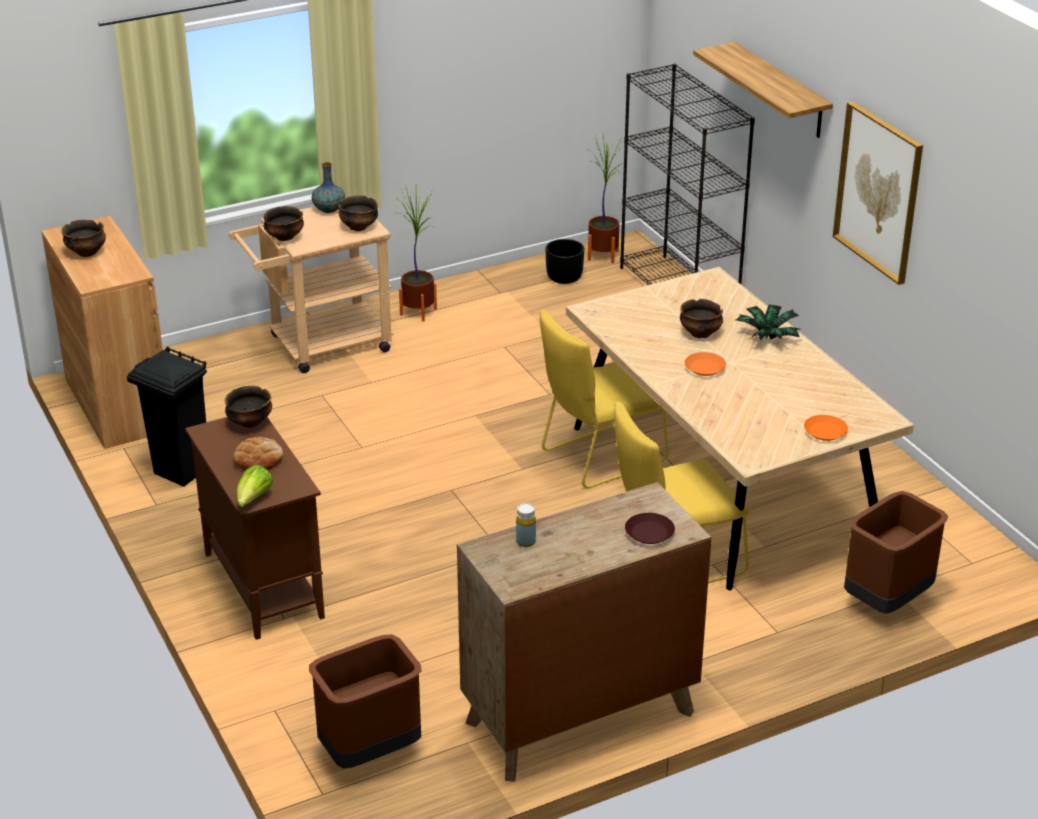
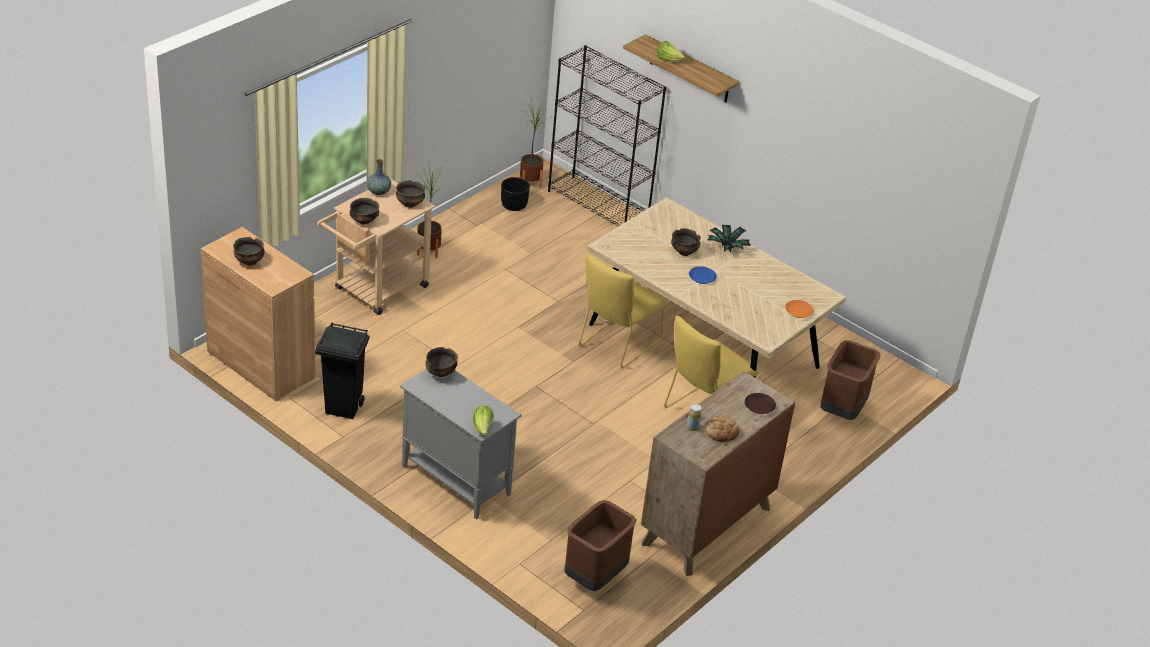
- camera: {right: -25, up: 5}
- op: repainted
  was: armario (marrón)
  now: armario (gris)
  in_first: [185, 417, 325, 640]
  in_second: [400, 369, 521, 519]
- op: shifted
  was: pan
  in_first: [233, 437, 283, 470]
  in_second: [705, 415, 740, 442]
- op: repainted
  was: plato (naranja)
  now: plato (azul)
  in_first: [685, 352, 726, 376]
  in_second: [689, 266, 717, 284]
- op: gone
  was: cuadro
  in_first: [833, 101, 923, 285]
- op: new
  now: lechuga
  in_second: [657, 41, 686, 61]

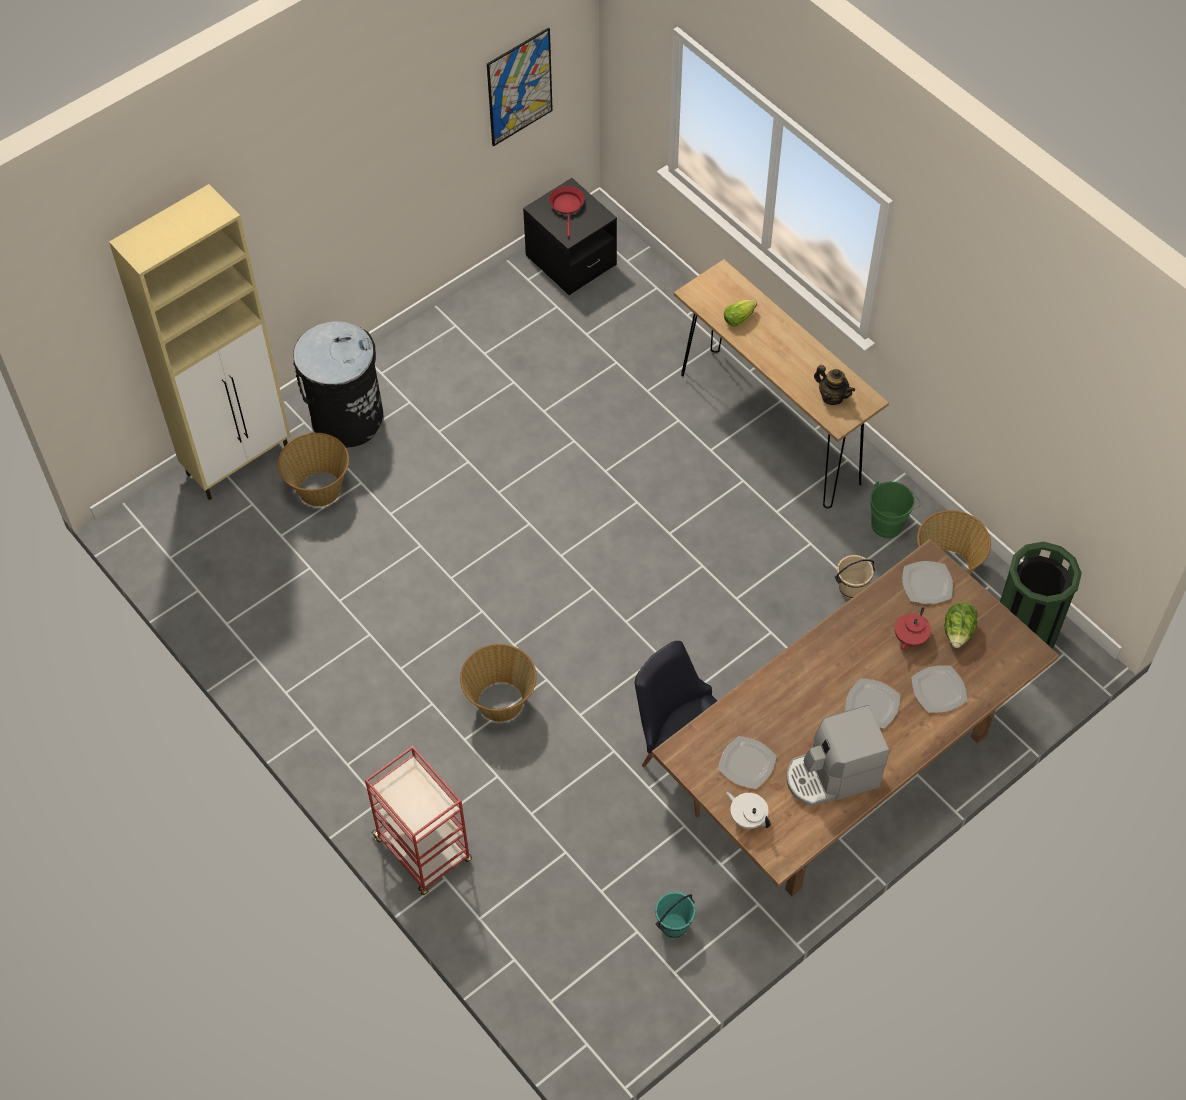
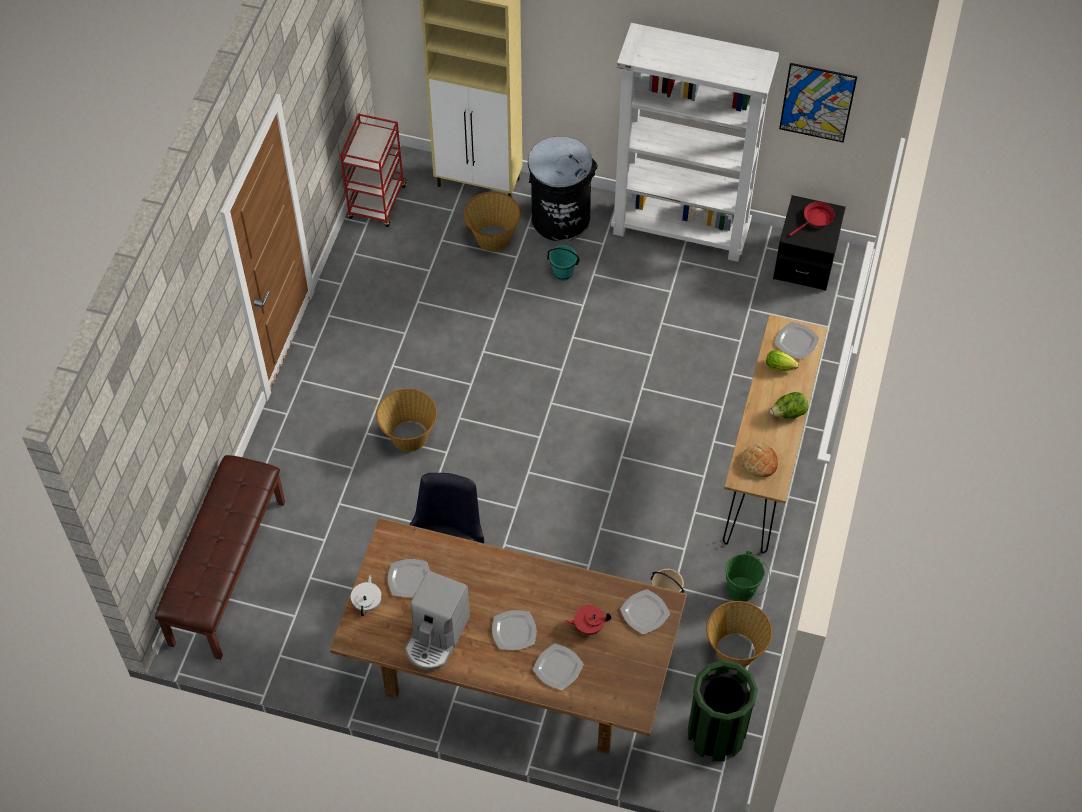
- camera: {right: 55, up: 0}
- op: shifted
  was: carrito (rojo)
  in_first: [365, 746, 472, 895]
  in_second: [340, 113, 407, 227]
- op: shifted
  was: cubo (turquesa)
  in_first: [655, 892, 696, 938]
  in_second: [547, 245, 579, 281]
- op: rotated
  was: cafetera
  in_first: [786, 705, 889, 806]
  in_second: [405, 570, 470, 670]
  clockwise: -105
- op: swapped
  was: tetera
  now: pan
  in_first: [814, 365, 855, 405]
  in_second: [742, 444, 778, 477]
- op: shifted
  was: lechuga
  in_first: [944, 602, 978, 648]
  in_second: [770, 392, 808, 418]
- op: new
  now: banco (marrón)
  in_second: [155, 455, 285, 660]
- op: new
  now: estantería (blanco)
  in_second: [611, 23, 779, 262]
- op: new
  now: plato
  in_second: [775, 322, 820, 359]

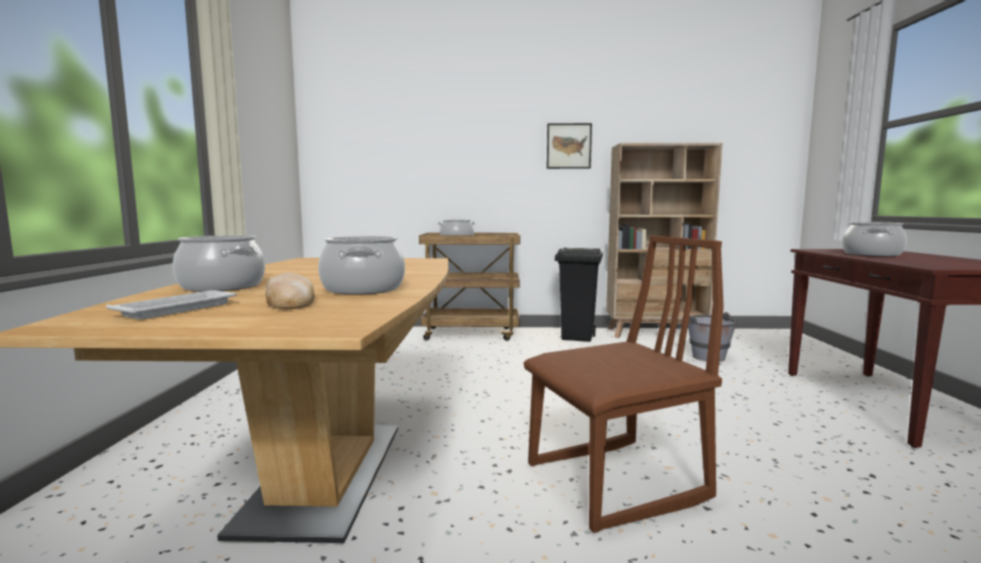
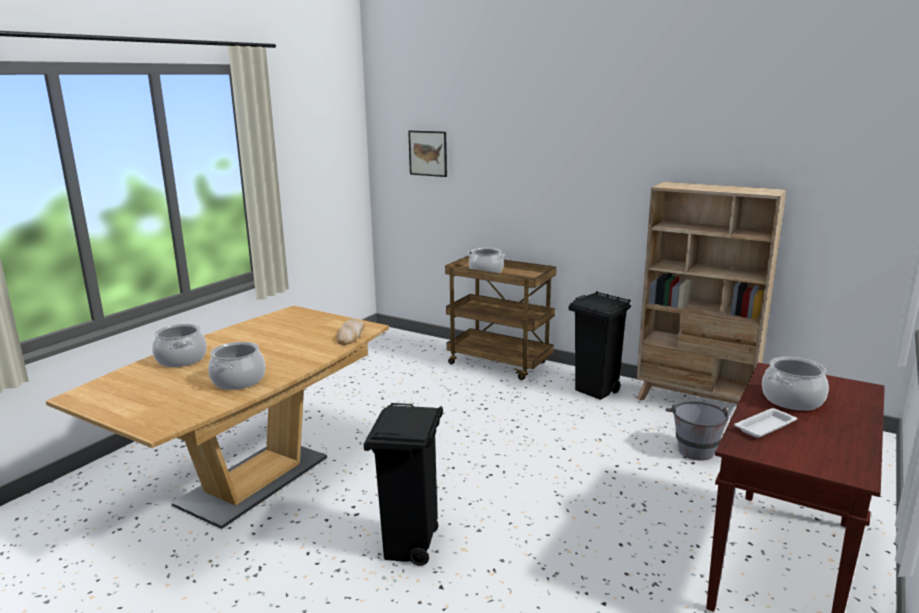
- camera: {right: 30, up: 10}
- op: shifted
  was: bandeja (blanco)
  in_first: [106, 290, 237, 319]
  in_second: [734, 408, 797, 438]
- op: shifted
  was: pan
  in_first: [265, 272, 315, 309]
  in_second: [337, 318, 365, 345]
- op: swapped
  was: silla (marrón)
  now: papelera (negro)
  in_first: [524, 235, 724, 533]
  in_second: [364, 403, 443, 566]
- op: shifted
  was: cuadro
  in_first: [547, 123, 592, 169]
  in_second: [408, 131, 447, 177]

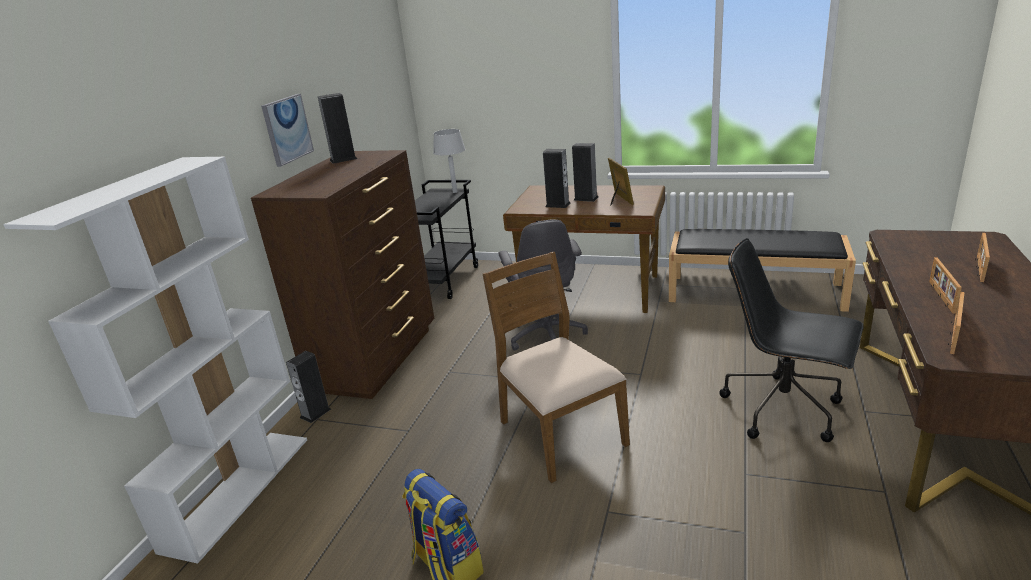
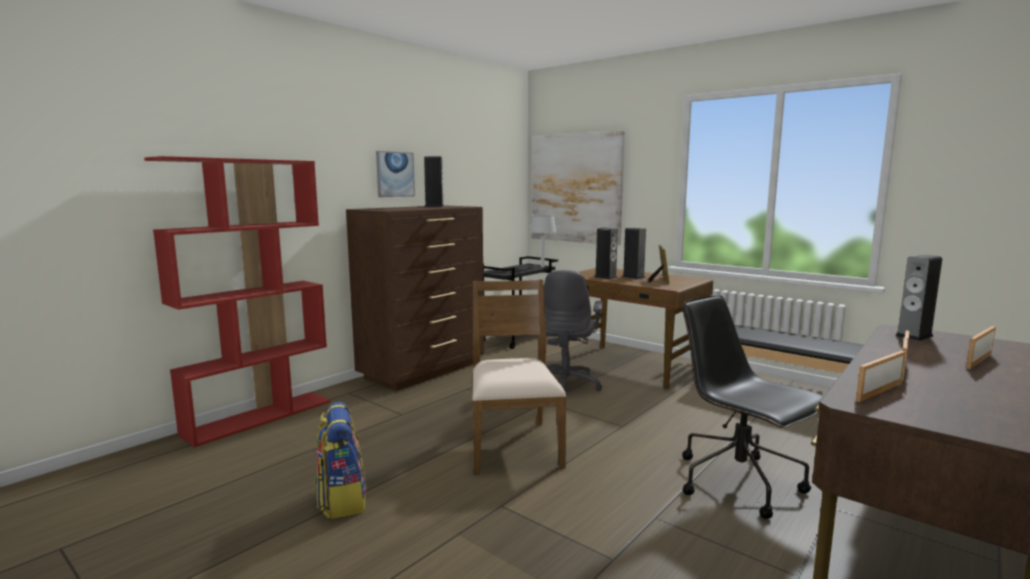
- camera: {right: 20, up: -15}
- op: repainted
  was: estantería (blanco)
  now: estantería (rojo)
  in_first: [3, 157, 307, 564]
  in_second: [144, 156, 330, 447]
- op: shifted
  was: altavoz
  in_first: [286, 351, 331, 423]
  in_second: [895, 255, 942, 341]
- op: new
  now: cuadro
  in_second: [532, 131, 625, 245]

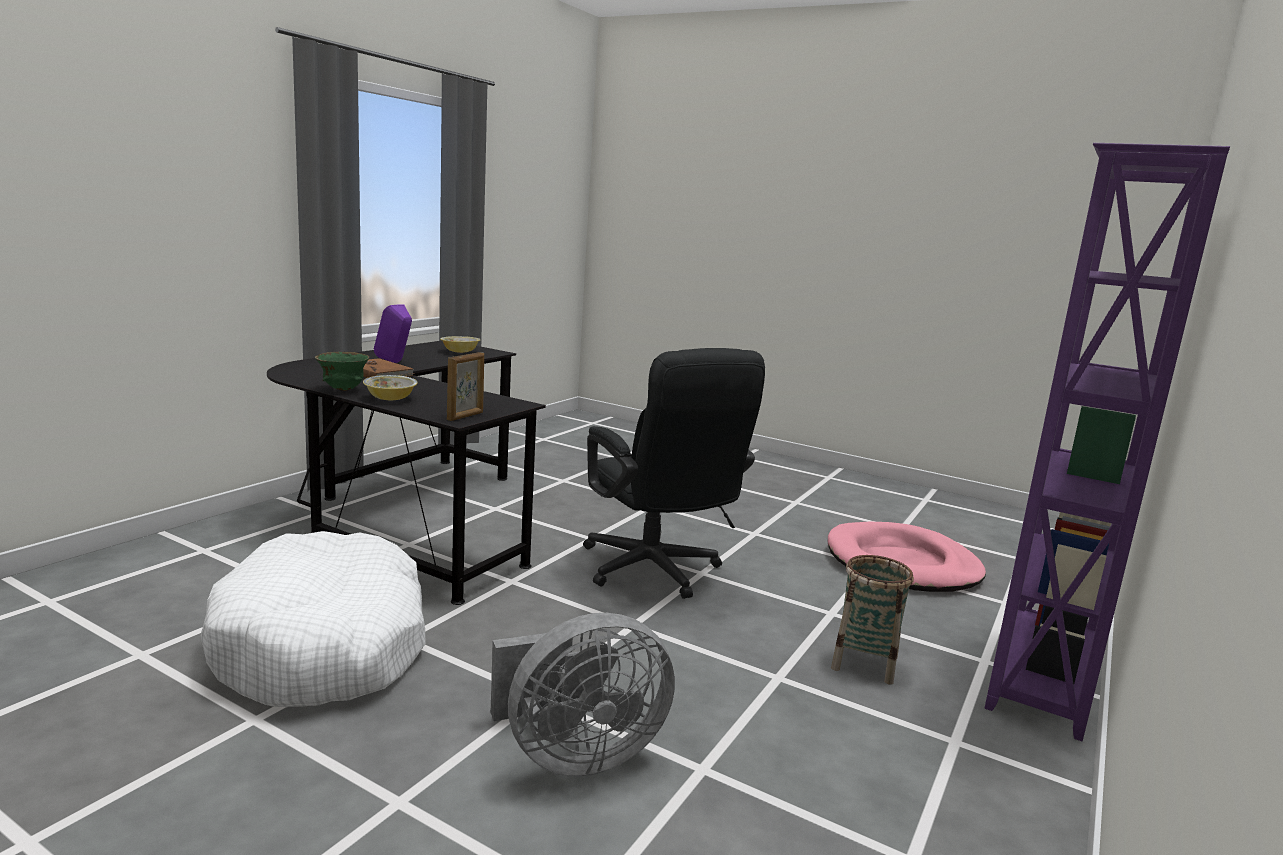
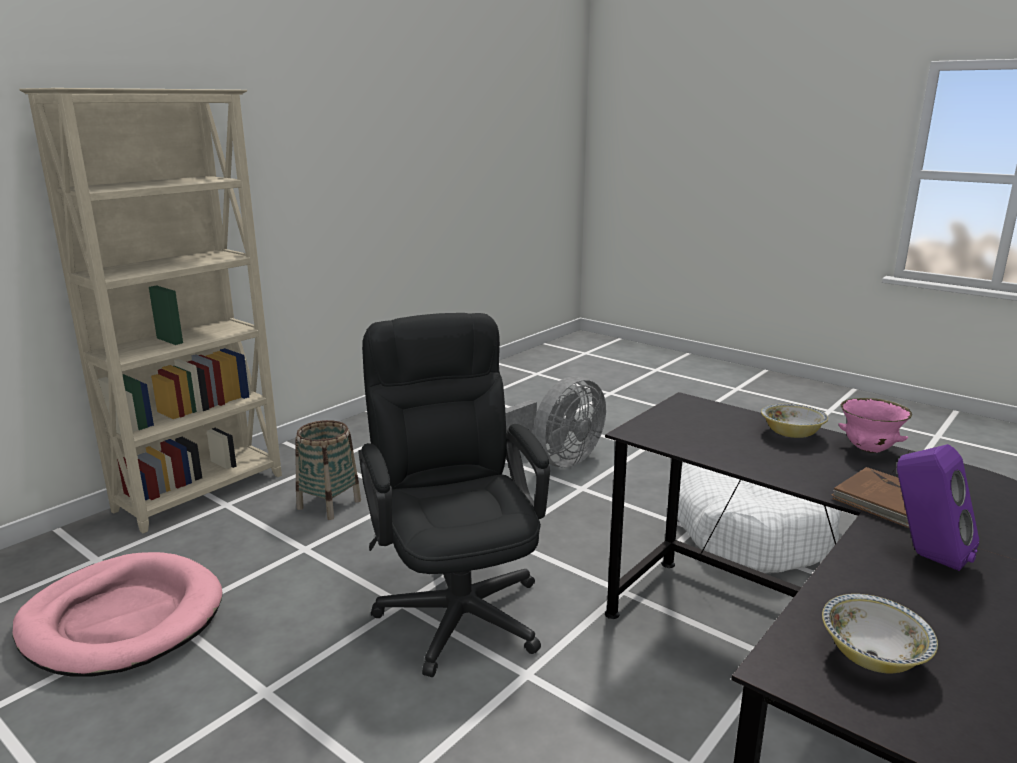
- camera: {right: -170, up: 5}
- op: repainted
  was: cuenco (verde)
  now: cuenco (rosa)
  in_first: [315, 352, 369, 391]
  in_second: [839, 398, 912, 453]
- op: gone
  was: portarretratos
  in_first: [447, 352, 484, 421]
- op: rotated
  was: ventilador (gris)
  in_first: [490, 613, 675, 777]
  in_second: [505, 376, 606, 468]
  clockwise: 150
- op: repainted
  was: estantería (morado)
  now: estantería (beis)
  in_first: [985, 143, 1230, 741]
  in_second: [19, 88, 282, 533]

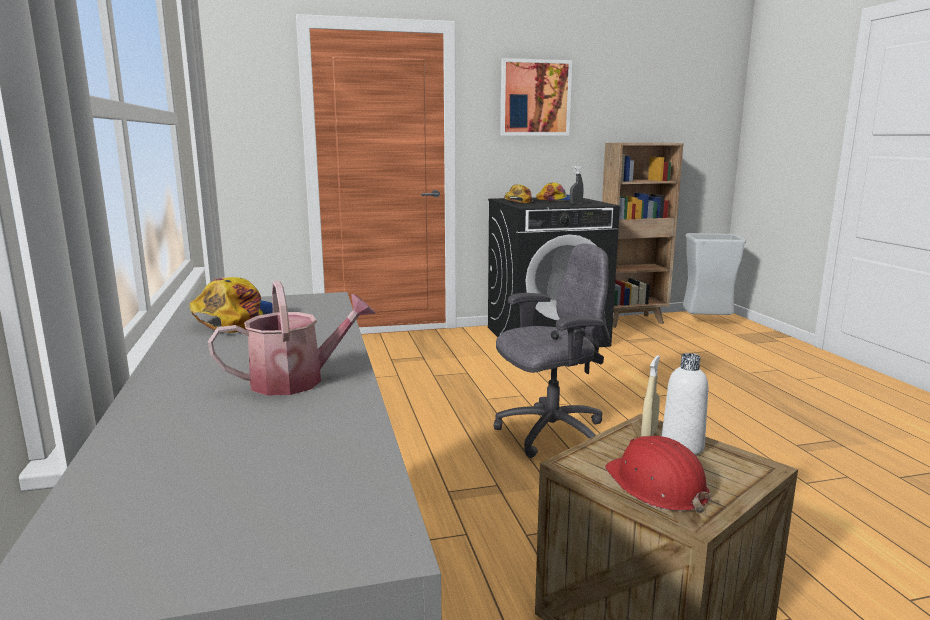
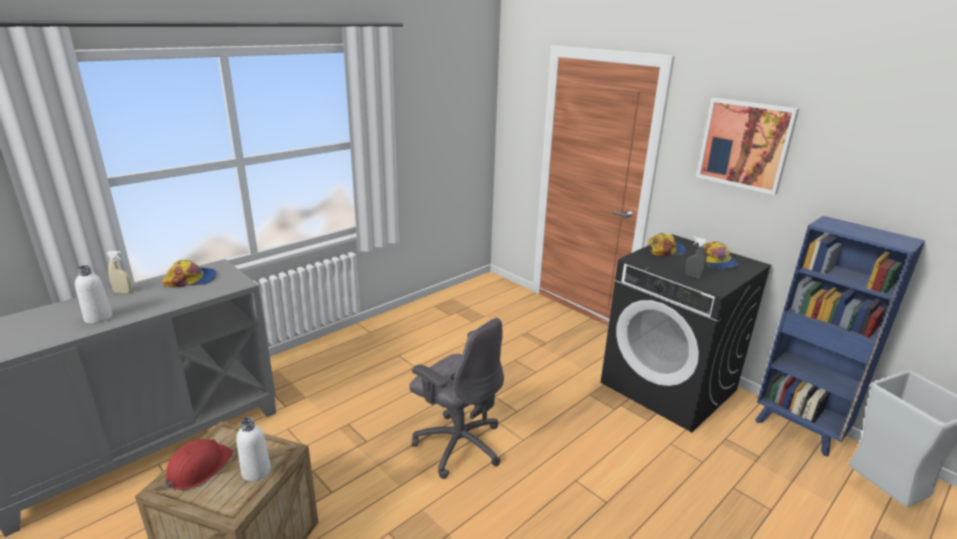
- camera: {right: 60, up: 10}
- op: swapped
  was: regadera
  now: botella (blanco)
  in_first: [208, 281, 376, 396]
  in_second: [75, 265, 112, 324]
- op: repainted
  was: estantería (marrón)
  now: estantería (azul)
  in_first: [602, 143, 683, 328]
  in_second: [755, 216, 925, 456]
- op: shifted
  was: pulverizador (beis)
  in_first: [641, 355, 660, 437]
  in_second: [106, 251, 132, 293]

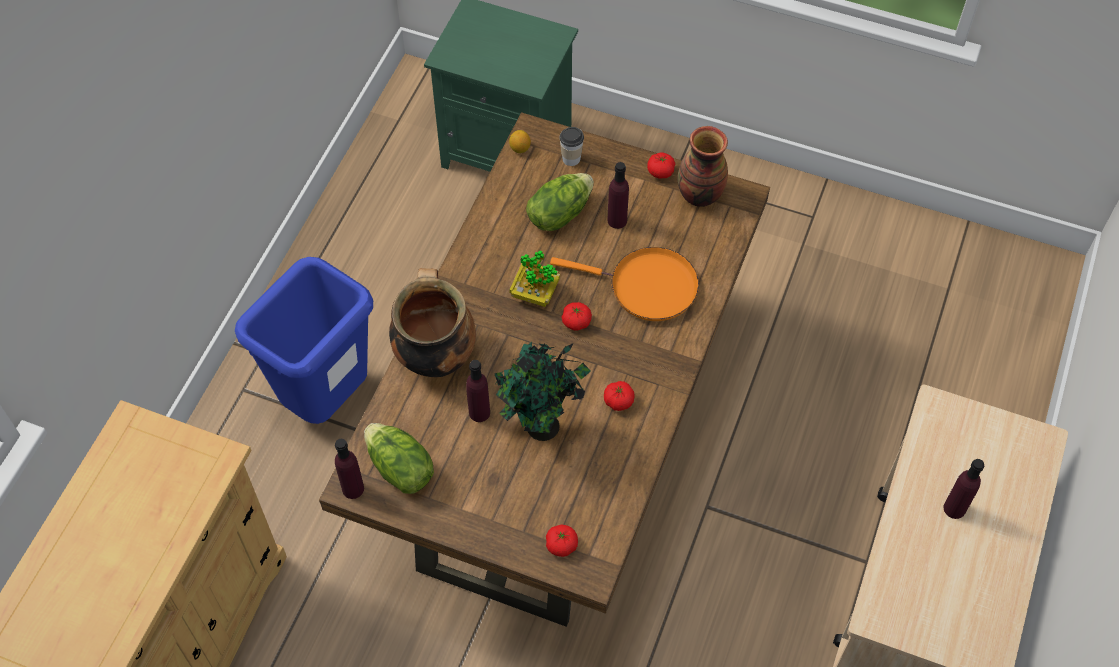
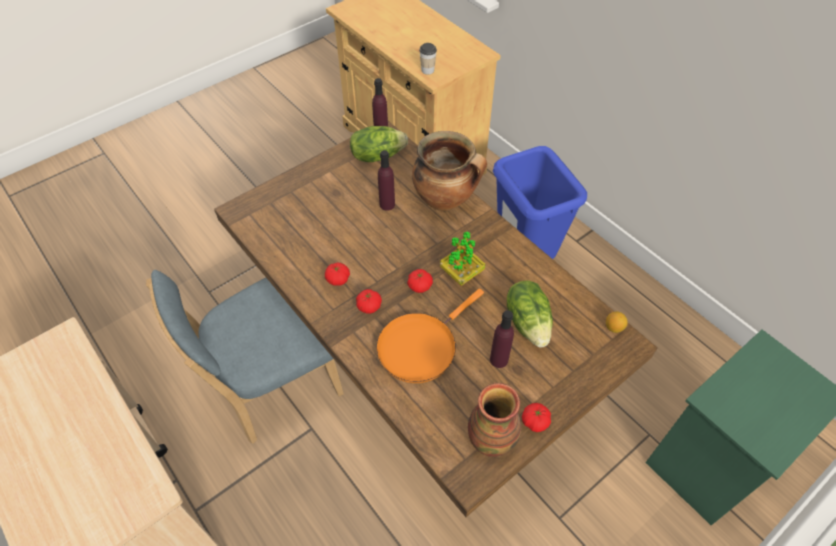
- camera: {right: 120, up: -5}
- op: gone
  was: planta en maceta
  in_first: [494, 342, 591, 441]
- op: shifted
  was: tomate
  in_first: [546, 524, 578, 557]
  in_second: [356, 289, 382, 314]
- op: shifted
  was: taza
  in_first: [559, 127, 584, 166]
  in_second: [419, 43, 437, 75]
- op: gone
  was: botella (morado)
  in_first: [944, 459, 984, 519]
- op: new
  now: silla (azul)
  in_second: [146, 270, 344, 444]

